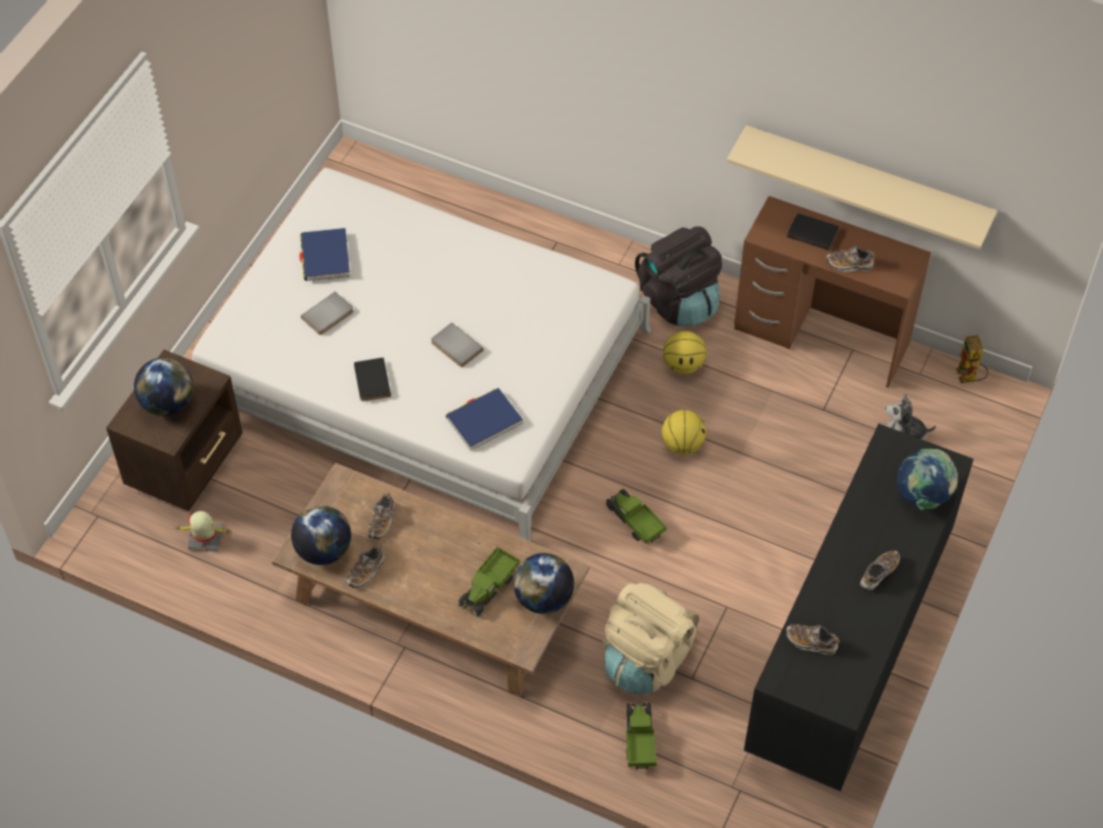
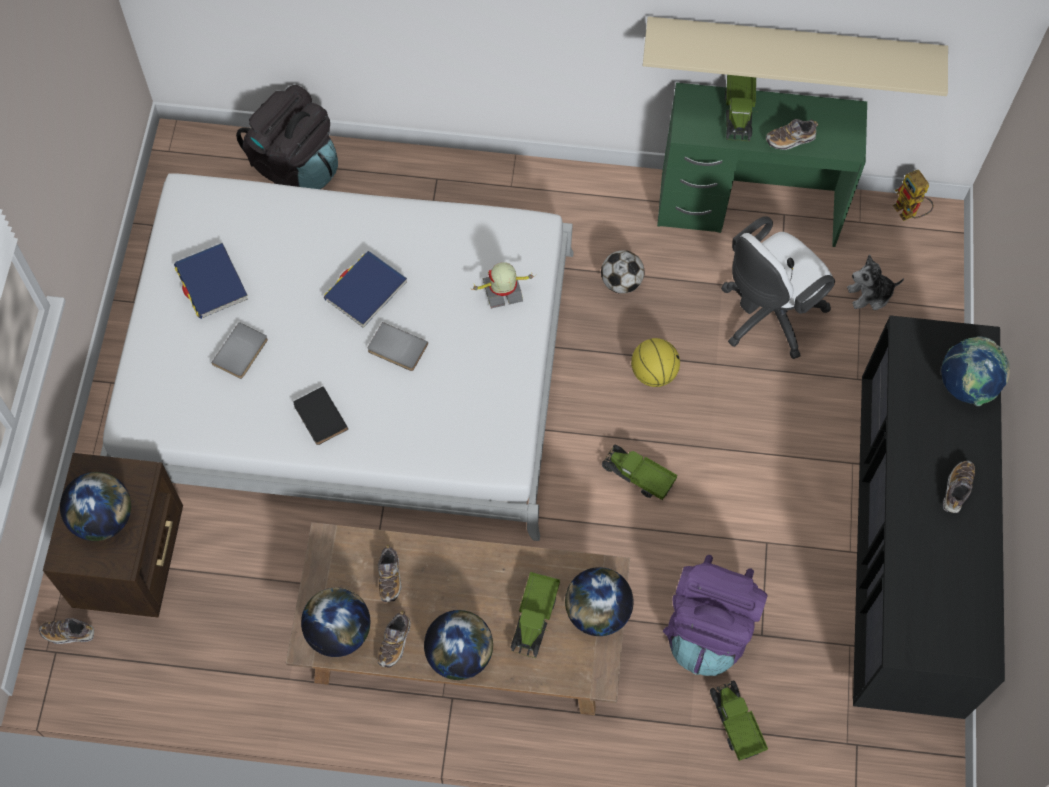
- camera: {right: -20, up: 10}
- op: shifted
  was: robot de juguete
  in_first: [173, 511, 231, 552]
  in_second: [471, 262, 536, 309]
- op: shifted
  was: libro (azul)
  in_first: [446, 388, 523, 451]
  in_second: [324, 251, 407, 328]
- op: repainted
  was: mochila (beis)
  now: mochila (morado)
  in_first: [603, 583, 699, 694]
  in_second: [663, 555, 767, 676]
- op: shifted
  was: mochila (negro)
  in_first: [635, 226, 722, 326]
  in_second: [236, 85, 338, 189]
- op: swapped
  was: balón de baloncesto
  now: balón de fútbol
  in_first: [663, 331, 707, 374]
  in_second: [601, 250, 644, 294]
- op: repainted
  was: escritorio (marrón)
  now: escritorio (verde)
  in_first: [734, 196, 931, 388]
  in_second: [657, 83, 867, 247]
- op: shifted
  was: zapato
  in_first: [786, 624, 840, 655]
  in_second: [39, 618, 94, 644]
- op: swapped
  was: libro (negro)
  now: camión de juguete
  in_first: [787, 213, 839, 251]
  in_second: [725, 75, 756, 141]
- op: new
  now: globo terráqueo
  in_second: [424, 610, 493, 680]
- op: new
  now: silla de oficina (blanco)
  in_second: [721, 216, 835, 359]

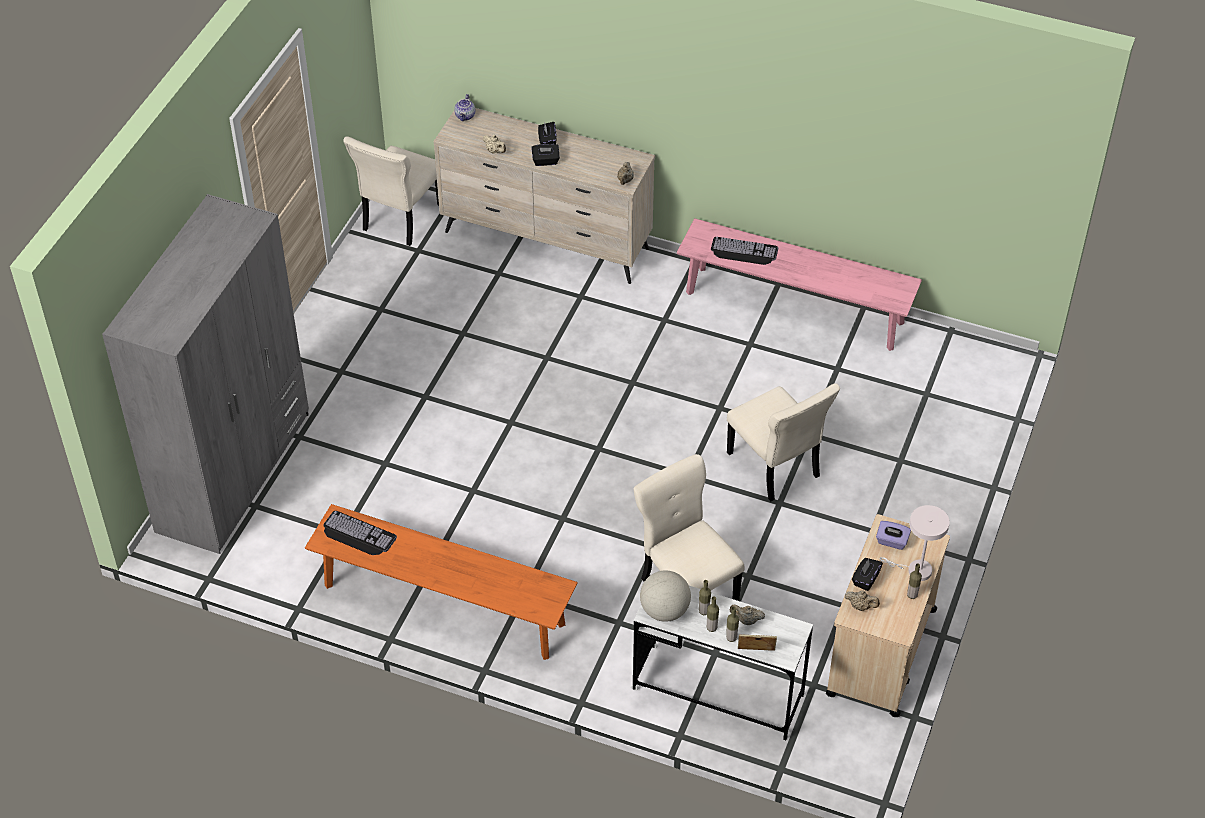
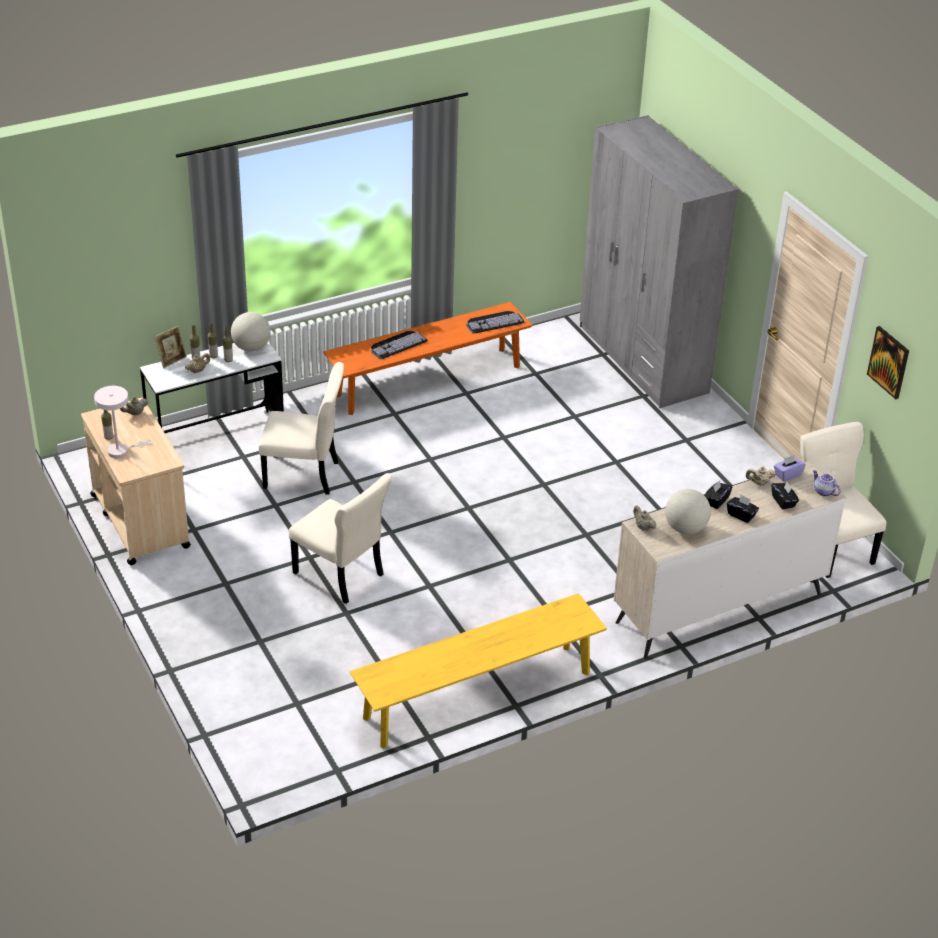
- camera: {right: 130, up: -10}
- op: repainted
  was: banco (rosa)
  now: banco (amarillo)
  in_first: [677, 218, 922, 351]
  in_second: [349, 593, 607, 748]
- op: shifted
  was: teclado
  in_first: [711, 237, 778, 265]
  in_second: [371, 331, 427, 359]
- op: rotated
  was: silla (beis)
  in_first: [727, 383, 840, 501]
  in_second: [289, 473, 392, 604]
  clockwise: -150
- op: shifted
  was: caja de pañuelos (negro)
  in_first: [852, 558, 883, 591]
  in_second: [772, 482, 799, 510]
- op: shifted
  was: caja de pañuelos (morado)
  in_first: [876, 521, 911, 550]
  in_second: [774, 455, 806, 481]
- op: new
  now: globo terráqueo
  in_second: [665, 489, 711, 534]
- op: new
  now: cuadro
  in_second: [867, 326, 909, 399]

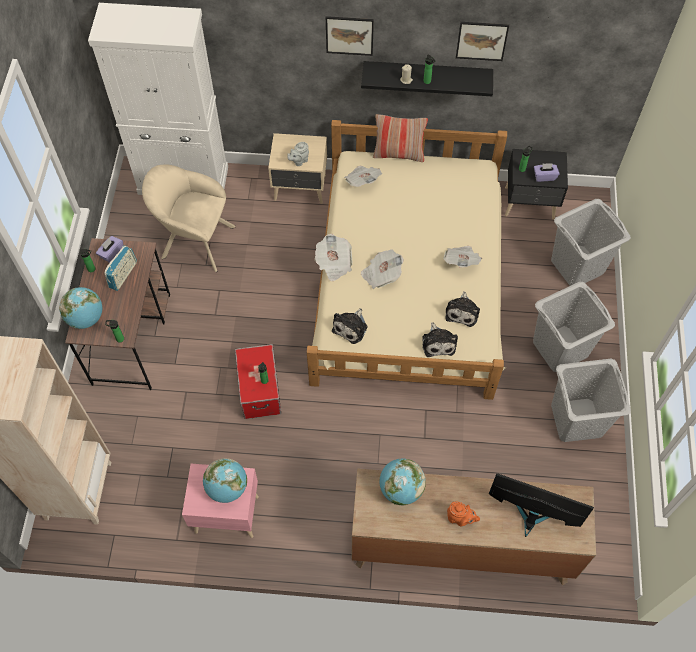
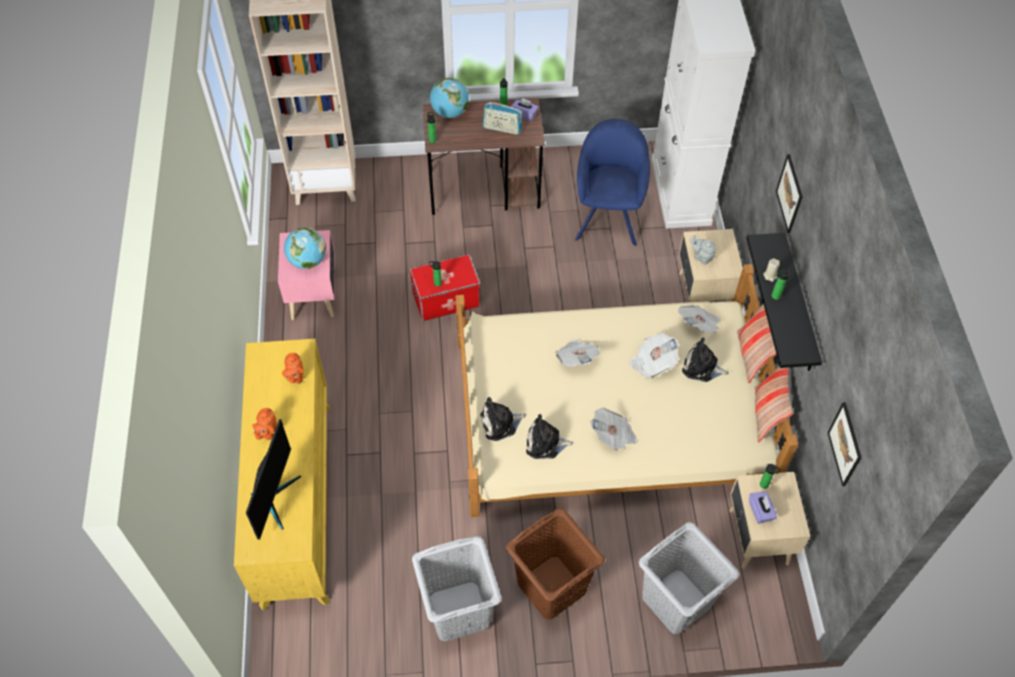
- camera: {right: 80, up: -5}
- op: repainted
  was: sillón (beis)
  now: sillón (azul)
  in_first: [142, 164, 236, 272]
  in_second: [575, 119, 650, 246]
- op: shifted
  was: periódico
  in_first: [315, 234, 353, 282]
  in_second: [629, 333, 679, 380]
- op: shifted
  was: peluche
  in_first: [332, 308, 367, 344]
  in_second: [682, 337, 729, 382]
- op: repainted
  was: cómoda (marrón)
  now: cómoda (amarillo)
  in_first: [352, 468, 596, 585]
  in_second: [234, 339, 330, 611]
- op: swapped
  was: globo terráqueo
  now: tetera (naranja)
  in_first: [379, 459, 426, 505]
  in_second: [282, 353, 304, 384]
- op: shifted
  was: cuadro
  in_first: [456, 22, 509, 61]
  in_second: [827, 402, 862, 486]
- op: repainted
  was: mesita de noche (negro)
  now: mesita de noche (beis)
  in_first: [505, 149, 568, 220]
  in_second: [729, 472, 810, 569]
- op: repainted
  was: cesto de la ropa (gris)
  now: cesto de la ropa (marrón)
  in_first: [533, 282, 615, 372]
  in_second: [506, 508, 605, 620]
- op: new
  now: cojín
  in_second: [755, 366, 793, 442]

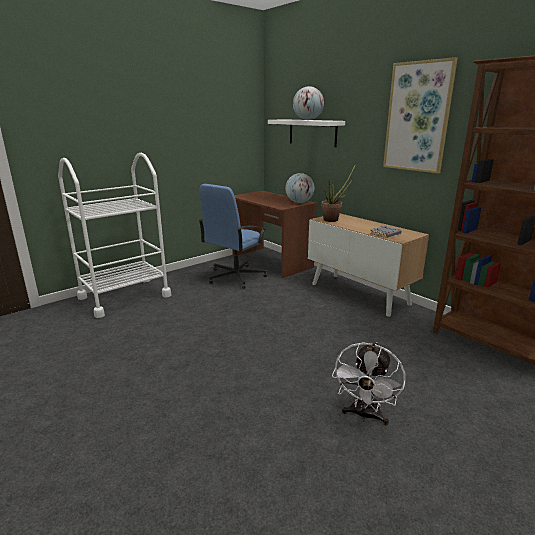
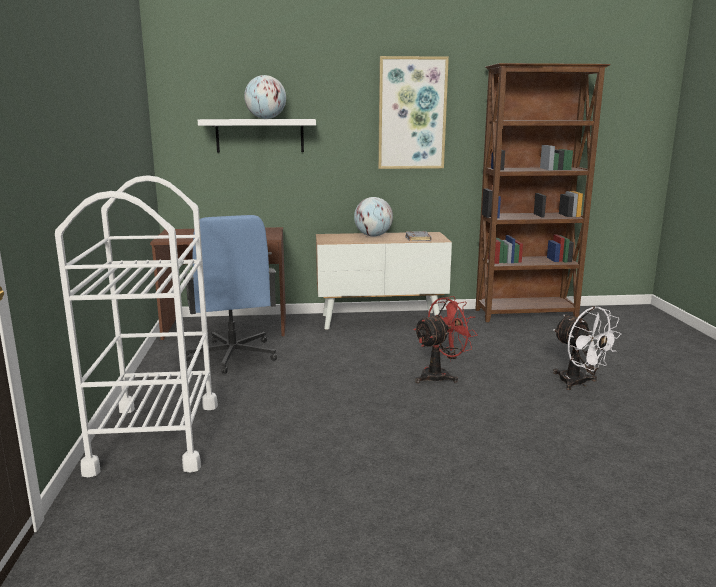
- camera: {right: -55, up: -5}
- op: shifted
  was: globo terráqueo
  in_first: [285, 173, 314, 203]
  in_second: [354, 197, 393, 237]
- op: gone
  was: planta en maceta
  in_first: [321, 164, 356, 222]
- op: new
  now: ventilador (rojo)
  in_second: [413, 296, 478, 383]

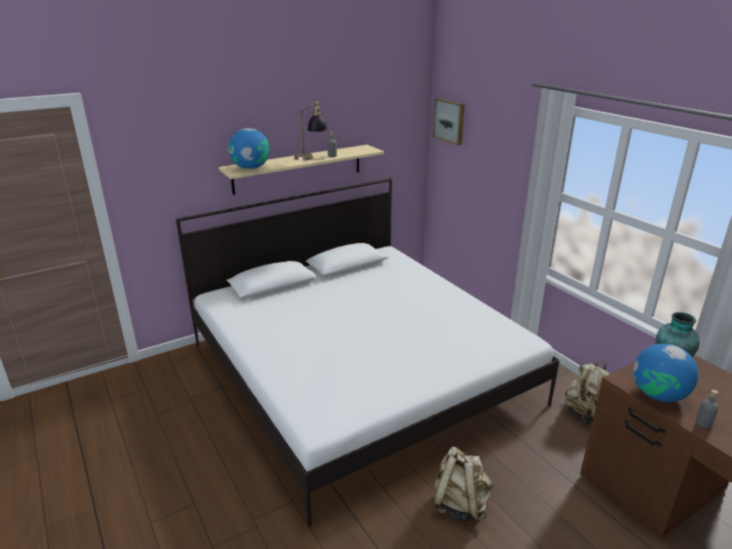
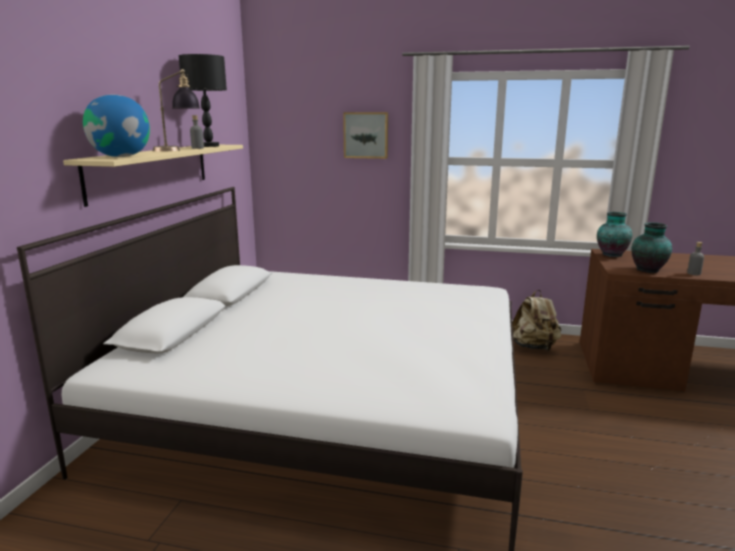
- camera: {right: -45, up: -10}
- op: gone
  was: mochila (beis)
  in_first: [432, 447, 493, 523]
- op: shifted
  was: cuadro
  in_first: [433, 98, 465, 145]
  in_second: [343, 112, 388, 159]
- op: swapped
  was: globo terráqueo
  now: florero
  in_first: [633, 344, 699, 402]
  in_second: [631, 222, 672, 273]
- op: new
  now: lámpara de mesa (negro)
  in_second: [179, 54, 227, 147]

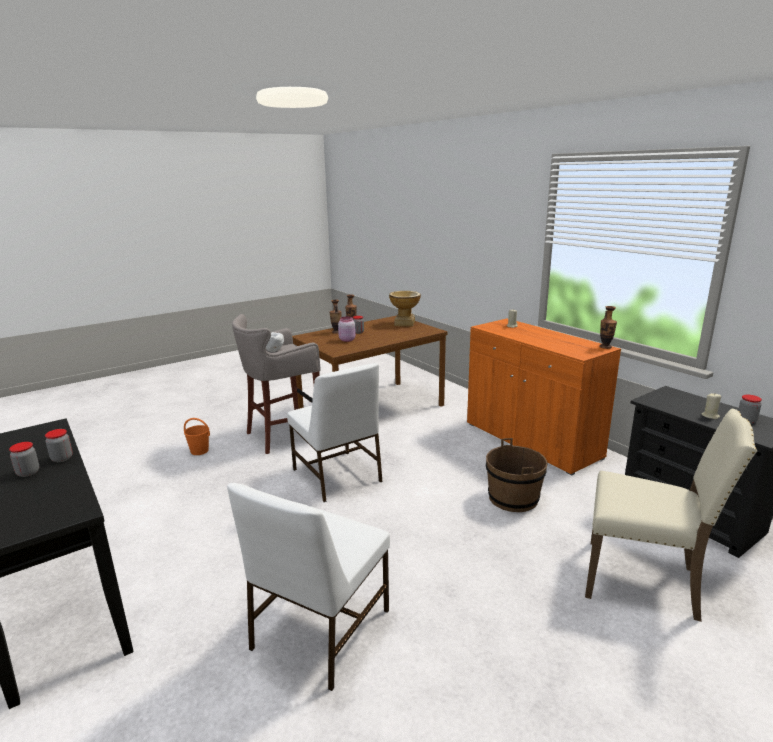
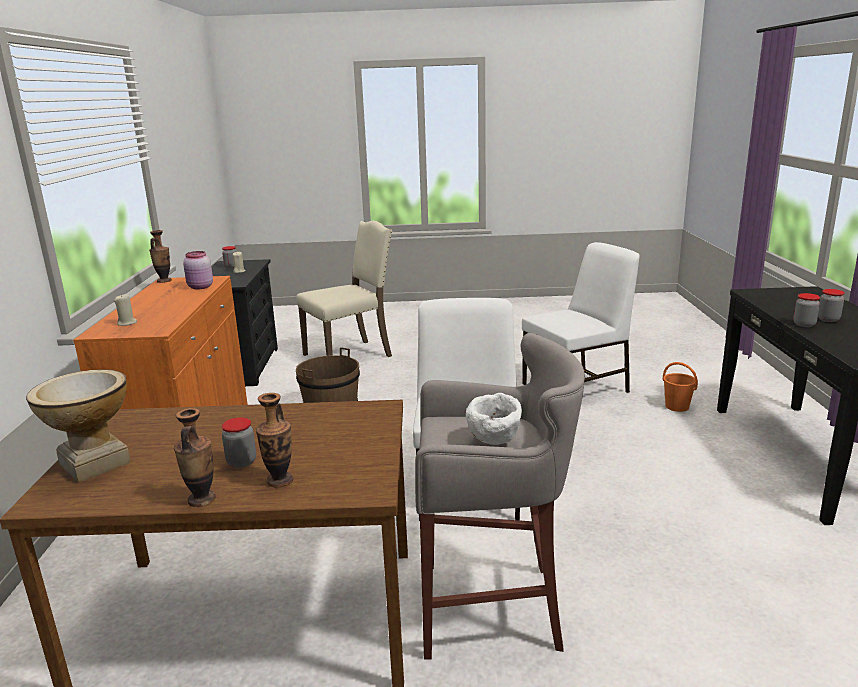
- camera: {right: -145, up: 0}
- op: shifted
  was: cubo (naranja)
  in_first: [184, 418, 210, 455]
  in_second: [663, 362, 698, 412]
- op: shifted
  was: tarro (rosa)
  in_first: [338, 317, 356, 342]
  in_second: [183, 251, 213, 289]
- op: rotated
  was: silla (beis)
  in_first: [585, 409, 758, 622]
  in_second: [296, 221, 392, 357]
  clockwise: 90

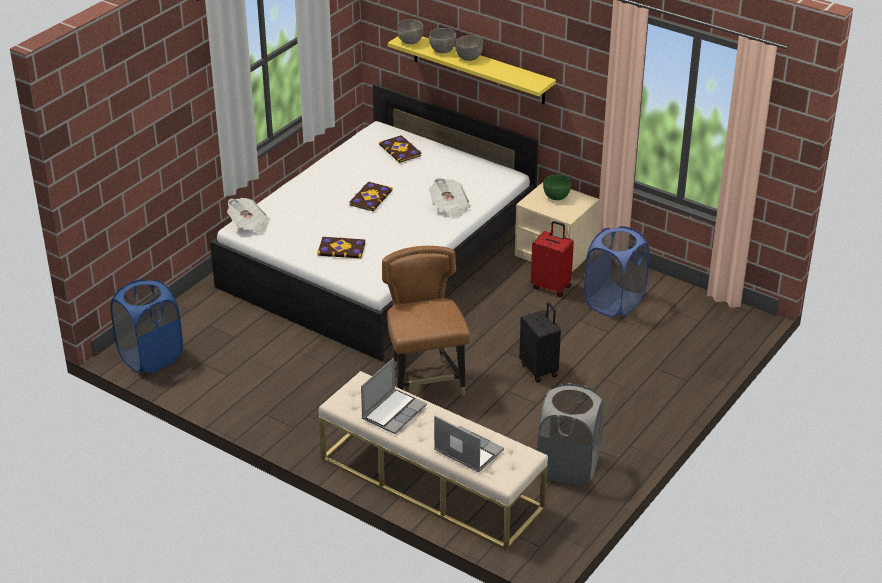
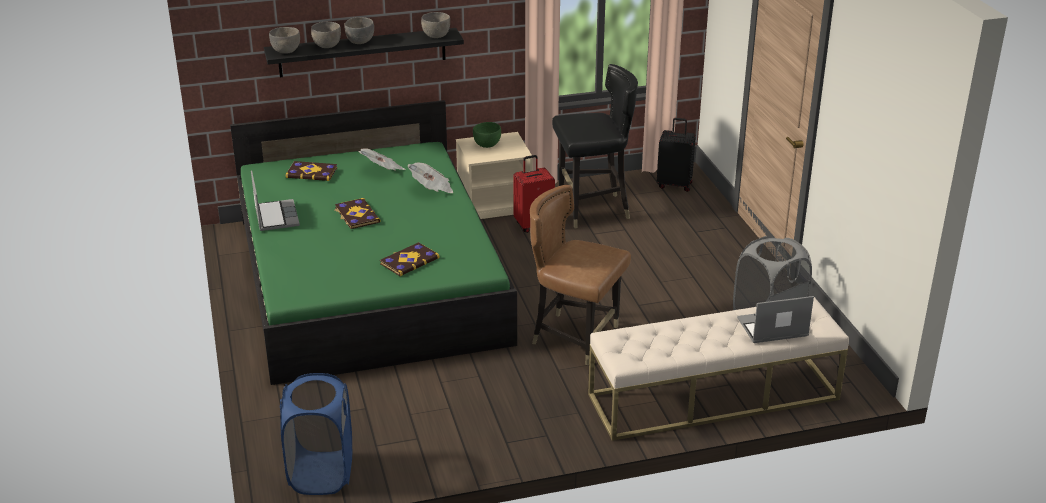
- camera: {right: -50, up: -5}
- op: repainted
  was: cama (blanco)
  now: cama (verde)
  in_first: [210, 84, 539, 361]
  in_second: [230, 100, 517, 385]
- op: shifted
  was: periódico
  in_first: [227, 198, 270, 234]
  in_second: [358, 148, 406, 171]
- op: shifted
  was: portátil
  in_first: [361, 358, 427, 434]
  in_second: [251, 170, 300, 231]
- op: repainted
  was: estante (amarillo)
  now: estante (negro)
  in_first: [388, 36, 556, 104]
  in_second: [264, 28, 464, 77]
- op: shifted
  was: maleta (negro)
  in_first: [519, 302, 561, 382]
  in_second: [657, 118, 696, 192]
- op: swapped
  was: cesto de la ropa (azul)
  now: silla (negro)
  in_first: [584, 226, 650, 317]
  in_second: [552, 64, 638, 228]
- op: new
  now: cuenco (gris)
  in_second: [421, 12, 450, 38]

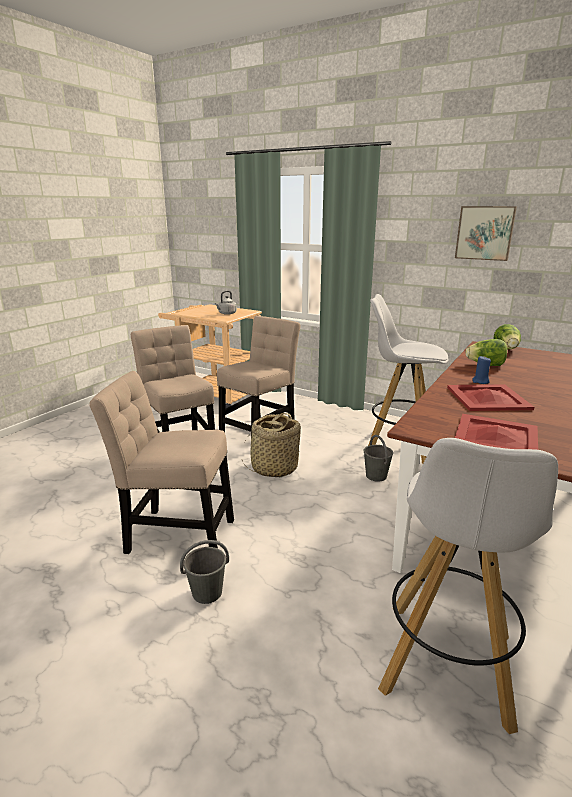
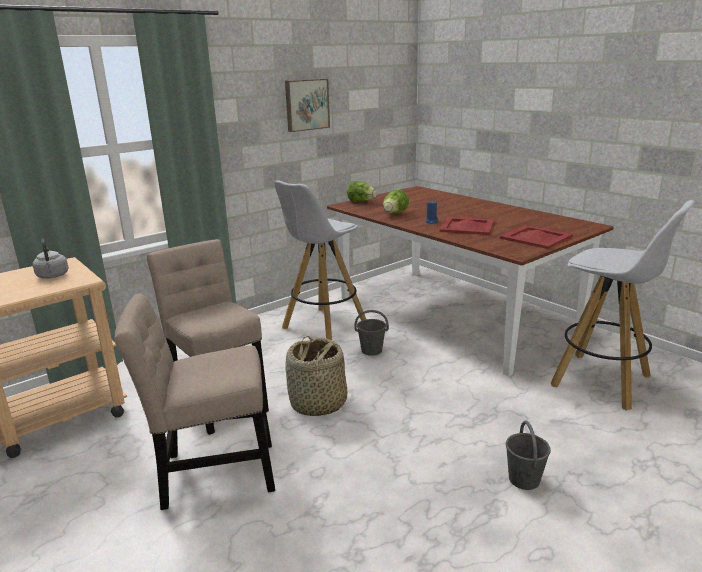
- camera: {right: -70, up: 0}
- op: gone
  was: silla (beis)
  in_first: [90, 371, 234, 554]

